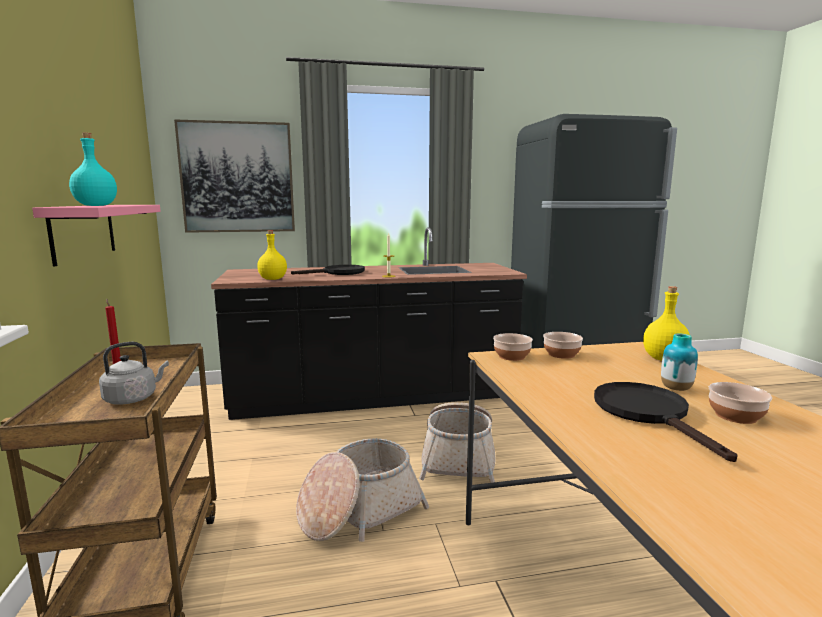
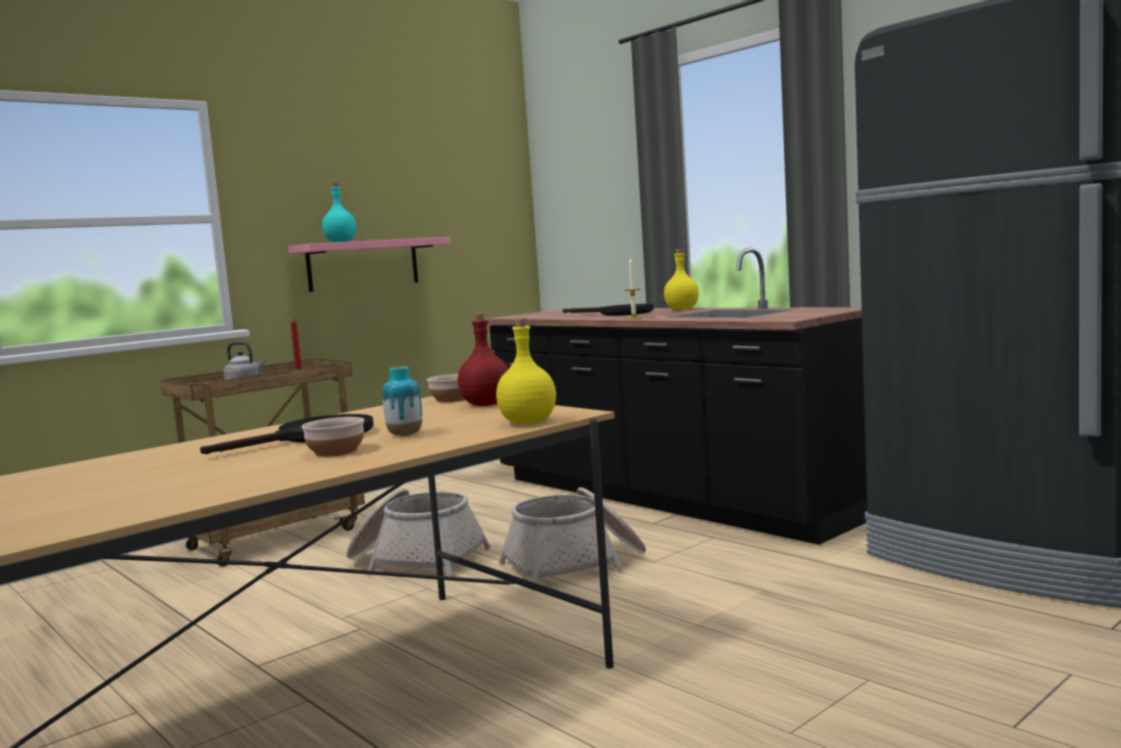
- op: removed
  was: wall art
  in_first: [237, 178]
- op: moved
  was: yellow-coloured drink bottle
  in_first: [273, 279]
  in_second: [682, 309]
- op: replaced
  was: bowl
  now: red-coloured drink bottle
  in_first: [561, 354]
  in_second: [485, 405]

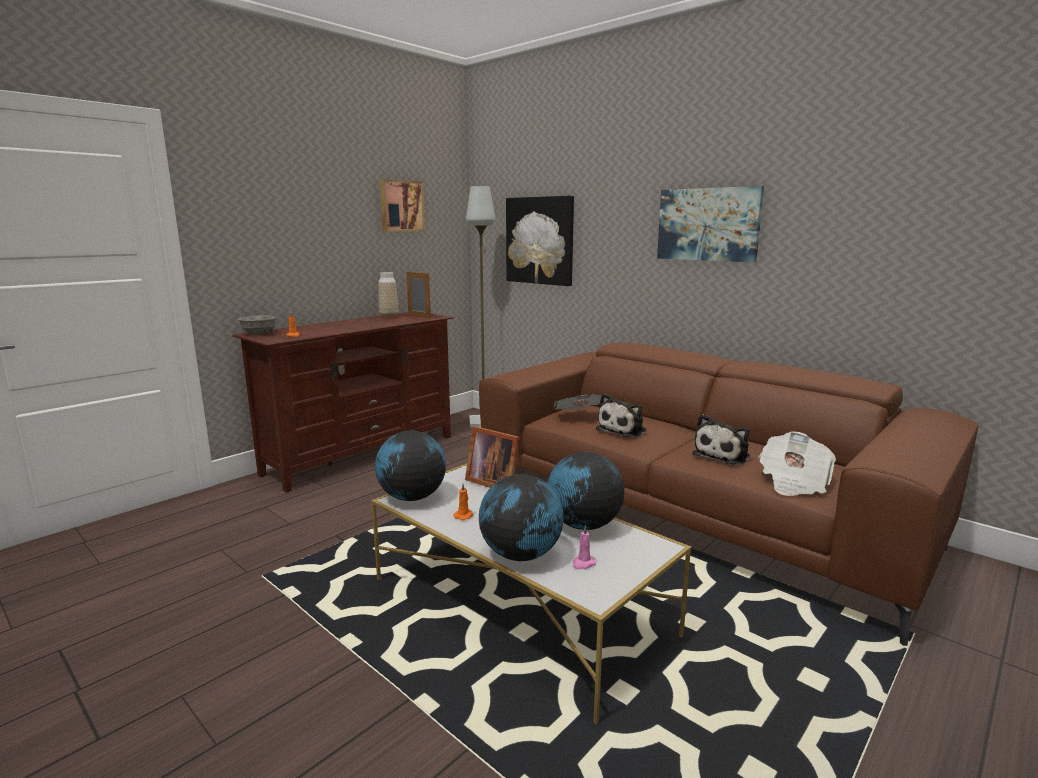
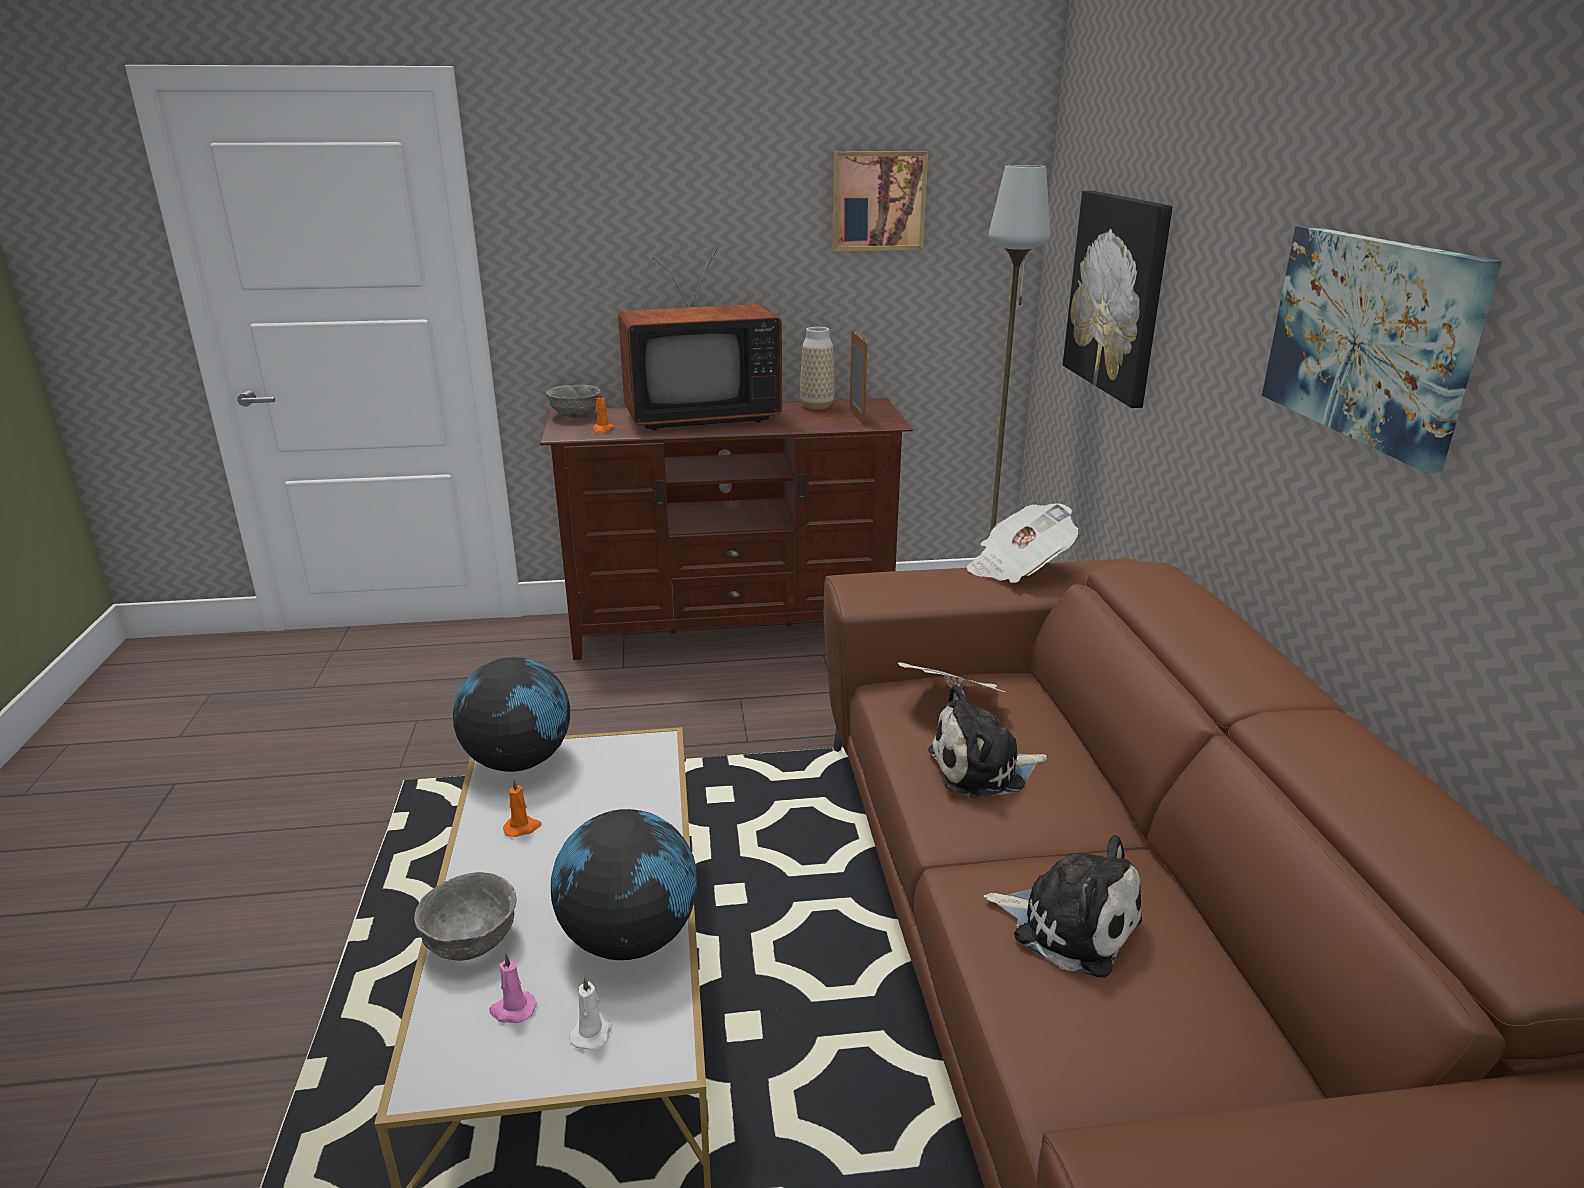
- op: turned
  was: plush toy
  in_first: [723, 455]
  in_second: [1069, 924]
  clockwise: -135
- op: removed
  was: photo frame
  in_first: [492, 482]
- op: moved
  was: newspaper
  in_first: [793, 482]
  in_second: [1018, 568]
- op: replaced
  was: desk globe
  now: grey bowl
  in_first: [521, 555]
  in_second: [472, 941]
- op: added
  now: TV set
  in_second: [698, 416]
- op: added
  now: whitish wax light
  in_second: [592, 1032]

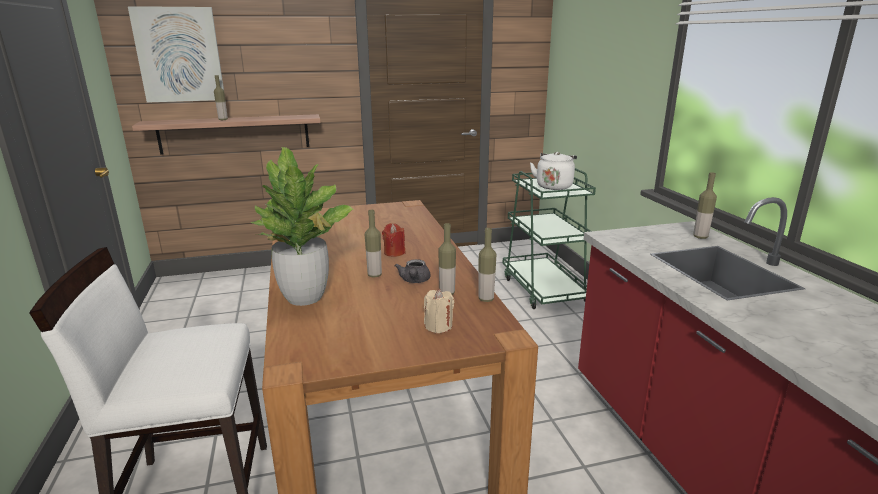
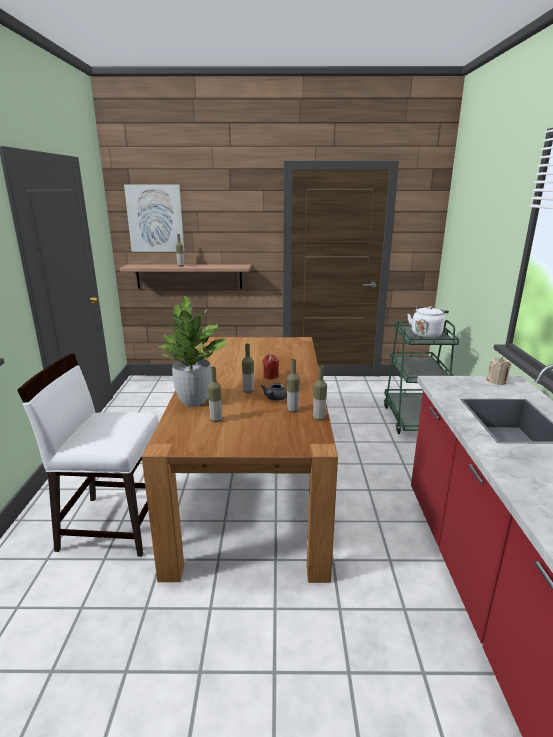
- op: moved
  was: drink bottle
  in_first: [700, 237]
  in_second: [216, 420]
- op: moved
  was: sand-coloured wax light
  in_first: [438, 326]
  in_second: [496, 381]

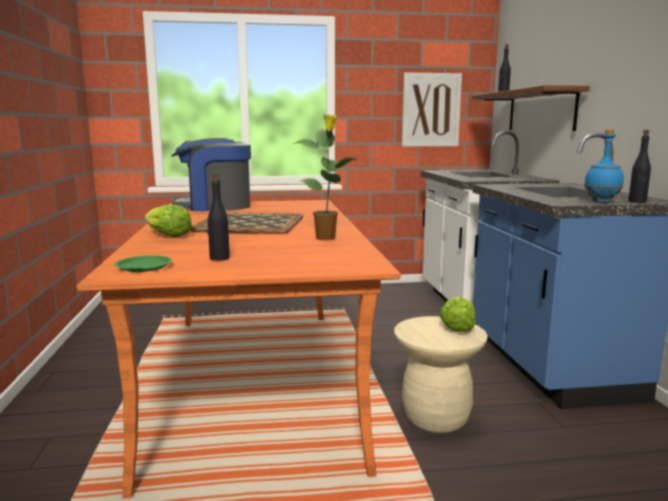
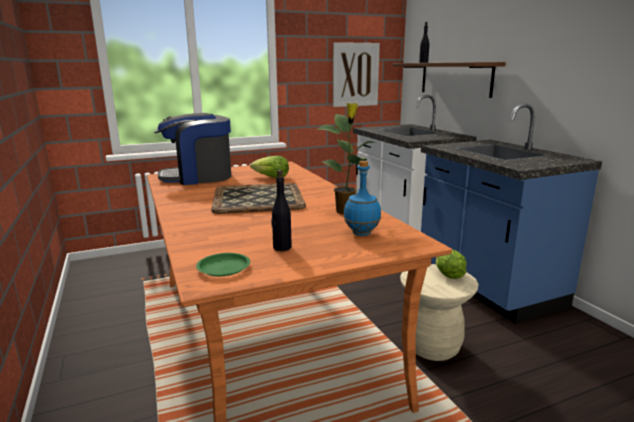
- op: moved
  was: bluish drink bottle
  in_first: [601, 201]
  in_second: [361, 233]
- op: removed
  was: black drink bottle
  in_first: [637, 201]
- op: moved
  was: head of lettuce
  in_first: [167, 236]
  in_second: [271, 177]

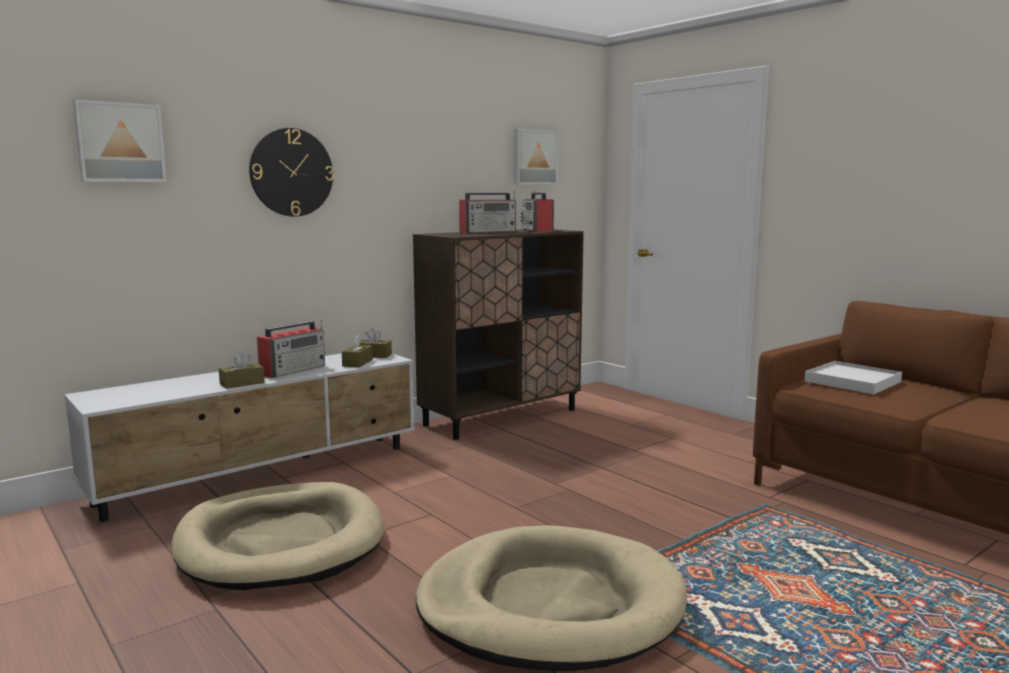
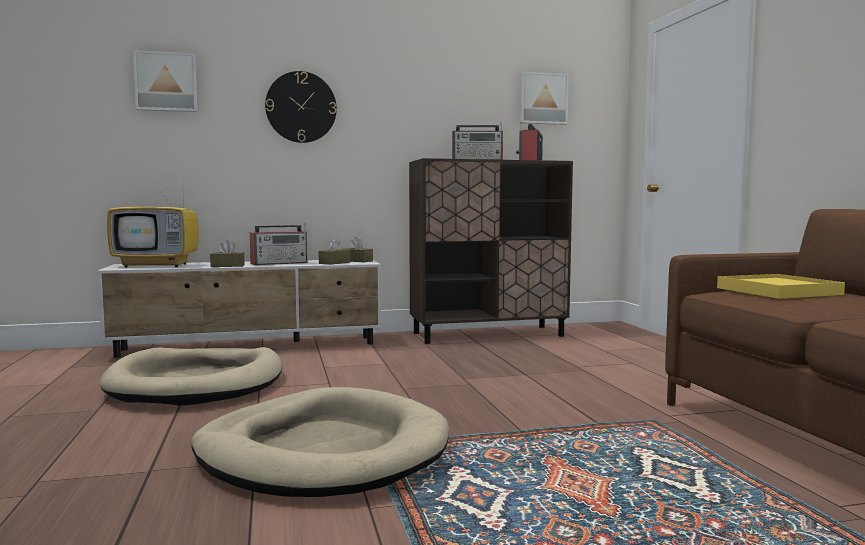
- op: recoloured
  was: whitish tray
  now: yellow-coloured tray
  in_first: [853, 381]
  in_second: [778, 291]
- op: added
  now: TV set
  in_second: [158, 265]

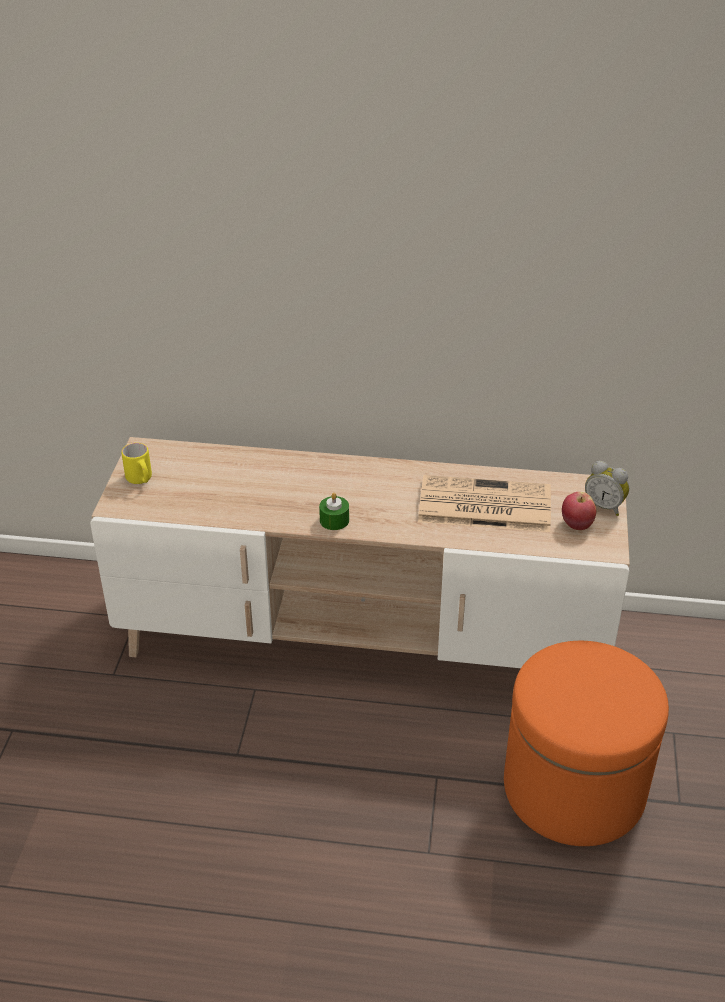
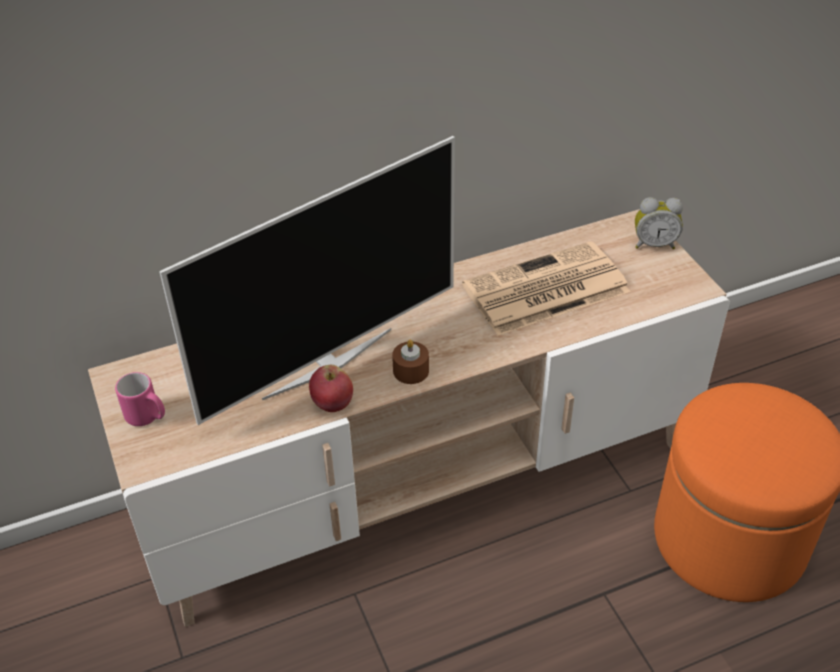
- op: recoloured
  was: yellow-coloured coffee mug
  now: pinkish coffee mug
  in_first: [141, 480]
  in_second: [147, 417]
- op: moved
  was: whole apple
  in_first: [577, 524]
  in_second: [332, 404]
- op: recoloured
  was: greenish wax light
  now: brown wax light
  in_first: [334, 520]
  in_second: [411, 371]
- op: added
  now: TV set
  in_second: [327, 362]

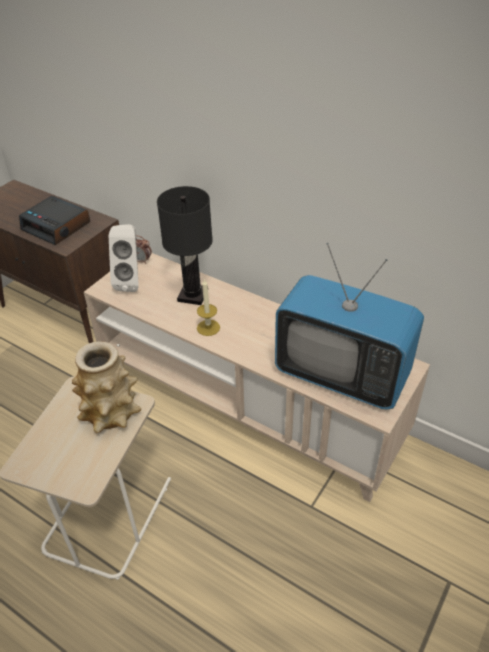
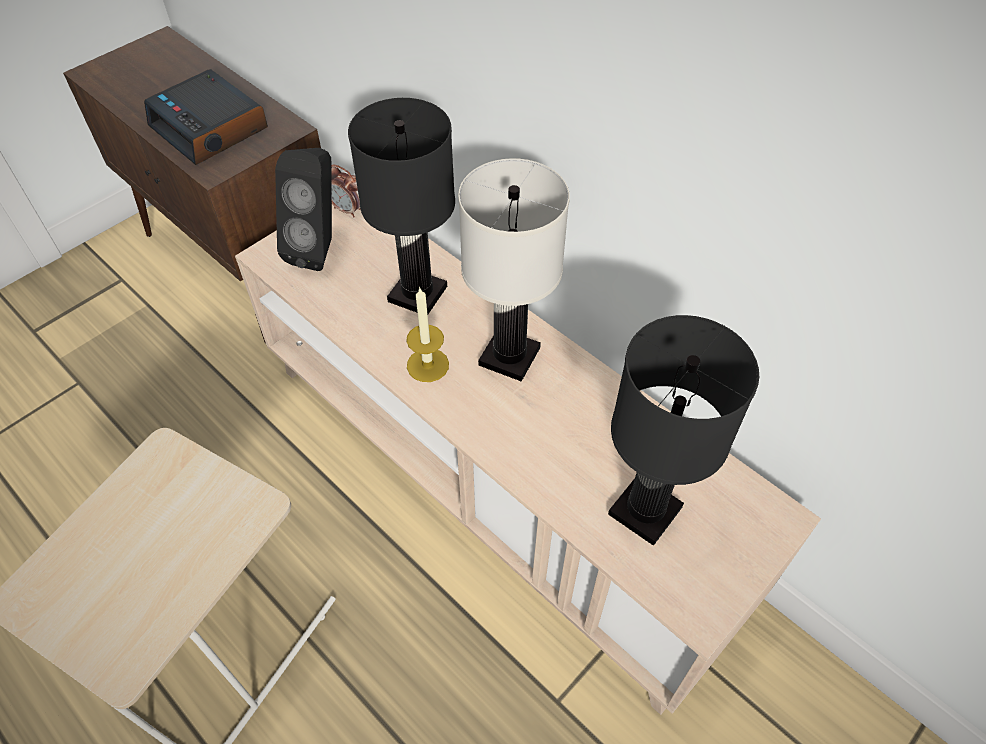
- op: recoloured
  was: whitish speaker
  now: black speaker
  in_first: [131, 282]
  in_second: [320, 249]
- op: replaced
  was: TV set
  now: black table lamp
  in_first: [342, 375]
  in_second: [646, 510]
- op: removed
  was: vase
  in_first: [111, 413]
- op: added
  now: whitish table lamp
  in_second: [510, 357]

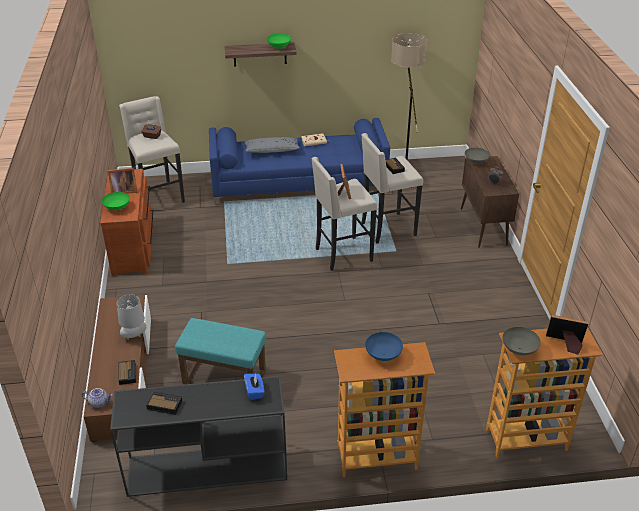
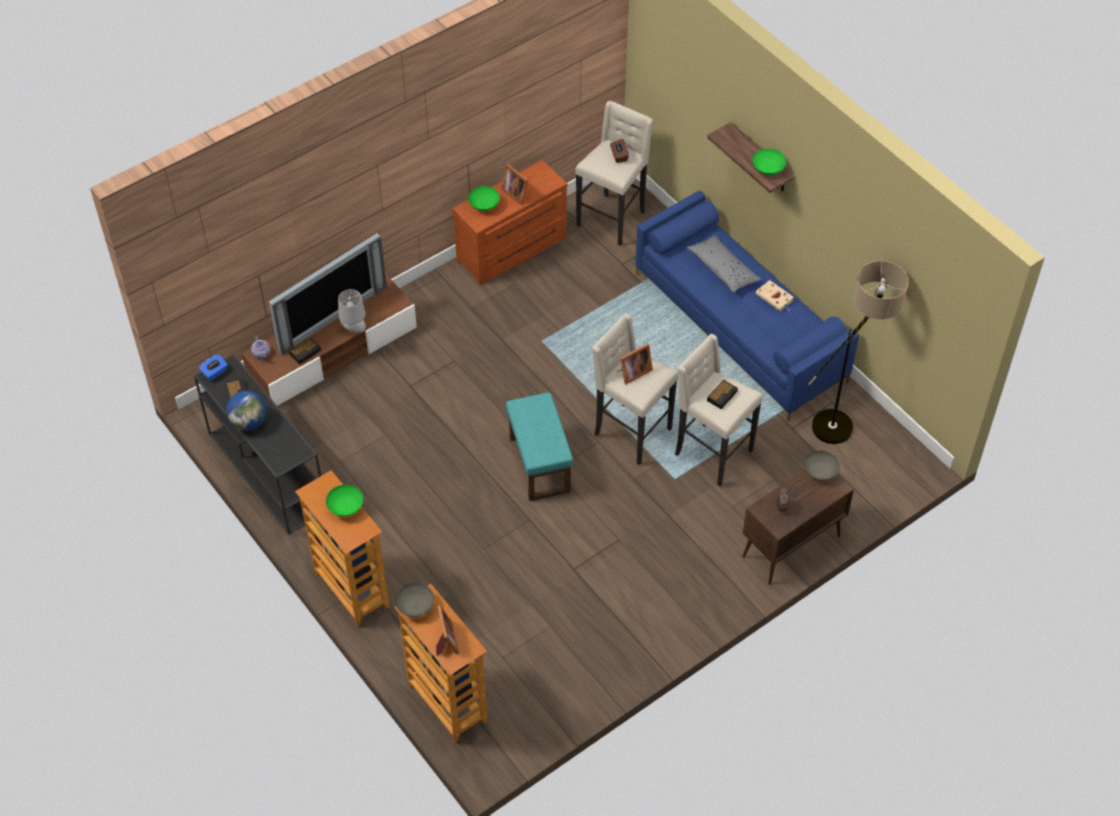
- op: moved
  was: turquoise-coloured footrest
  in_first: [223, 377]
  in_second: [538, 463]
- op: recoloured
  was: bluish bowl
  now: greenish bowl
  in_first: [382, 355]
  in_second: [345, 507]
- op: moved
  was: bluish tissue holder
  in_first: [254, 391]
  in_second: [215, 372]
- op: added
  now: TV set
  in_second: [330, 316]
- op: added
  now: desk globe
  in_second: [249, 422]

